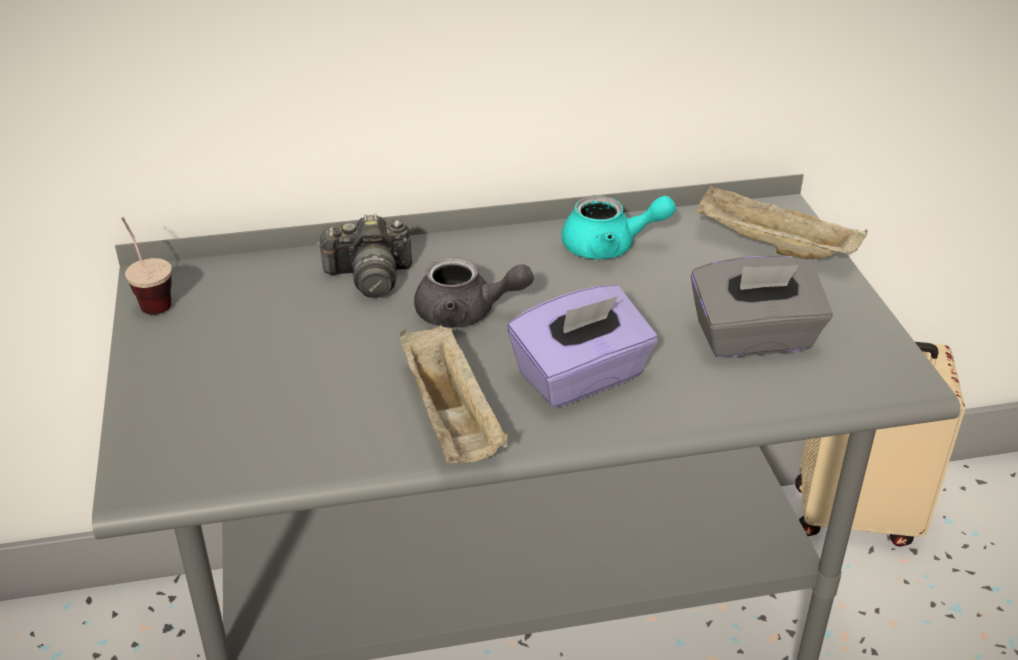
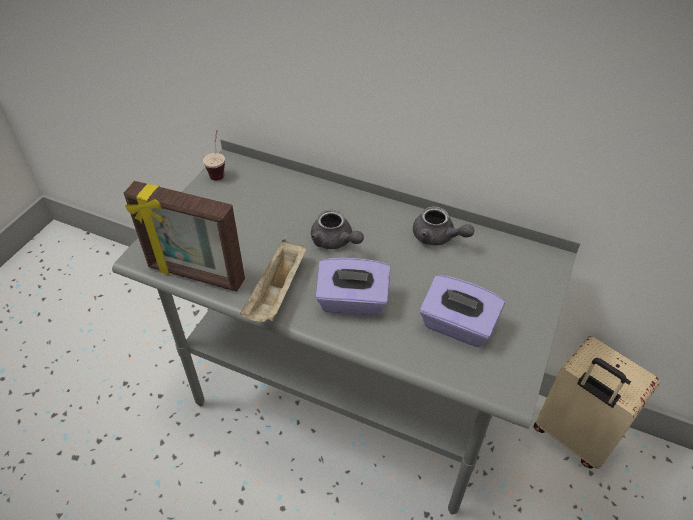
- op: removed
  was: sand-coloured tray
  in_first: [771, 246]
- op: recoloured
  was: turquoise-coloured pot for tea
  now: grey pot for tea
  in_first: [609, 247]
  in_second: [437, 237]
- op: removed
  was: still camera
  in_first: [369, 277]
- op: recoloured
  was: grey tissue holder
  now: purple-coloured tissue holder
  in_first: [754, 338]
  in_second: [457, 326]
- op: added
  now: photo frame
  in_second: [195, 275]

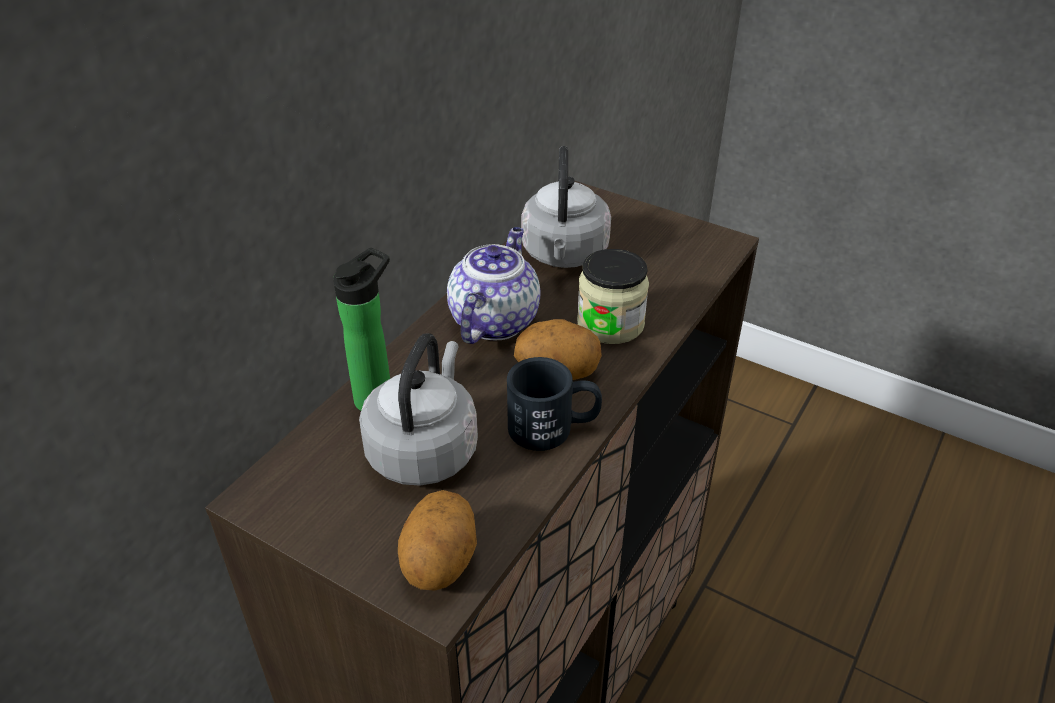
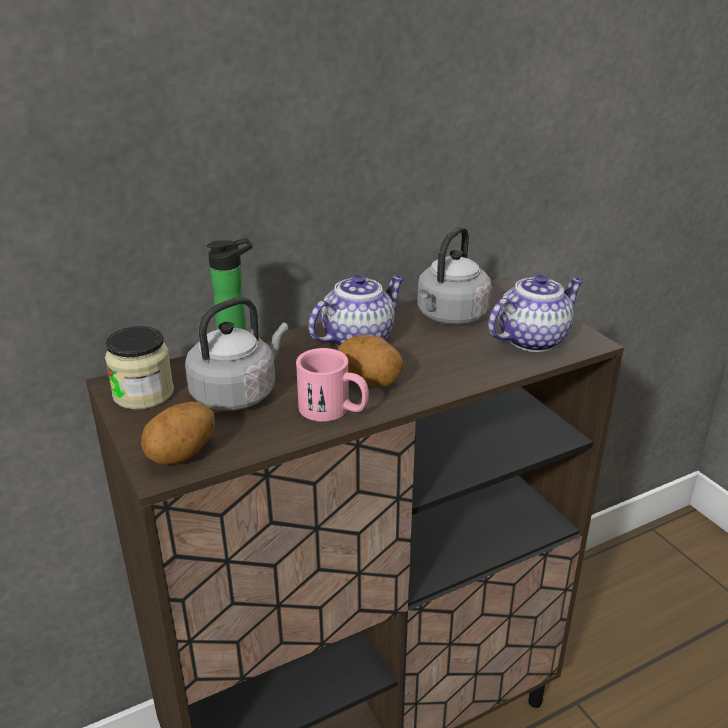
- op: moved
  was: jar
  in_first: [610, 324]
  in_second: [143, 394]
- op: recoloured
  was: black coffee mug
  now: pinkish coffee mug
  in_first: [553, 427]
  in_second: [334, 410]
- op: added
  now: pot for tea
  in_second: [533, 339]

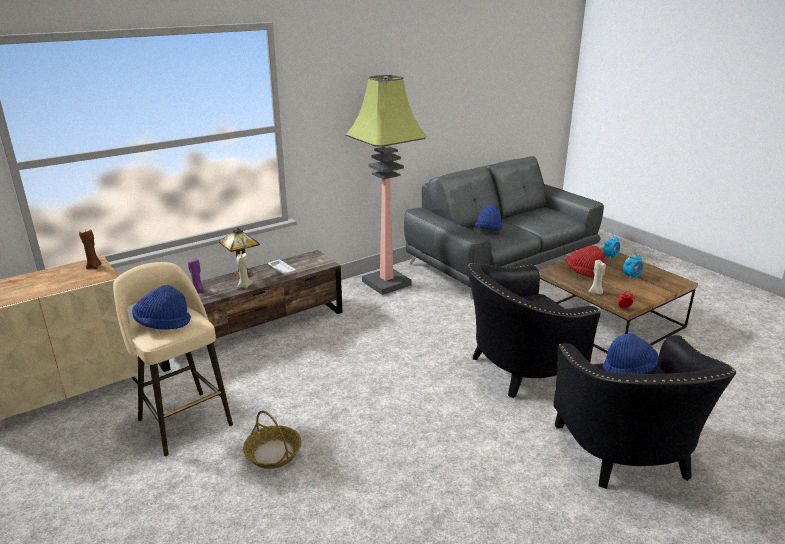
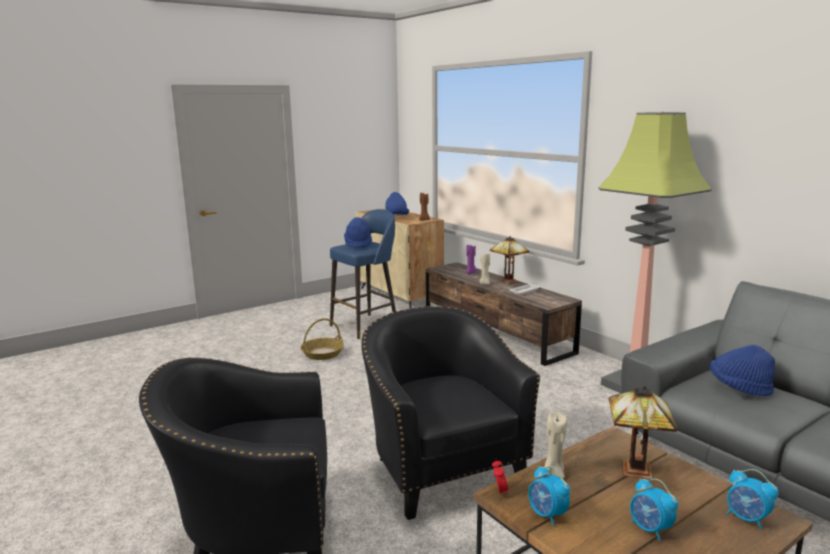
- op: replaced
  was: red-coloured wearable hat
  now: table lamp
  in_first: [583, 273]
  in_second: [634, 471]
- op: recoloured
  was: sand-coloured sitting stool
  now: bluish sitting stool
  in_first: [184, 421]
  in_second: [366, 326]
- op: moved
  was: bluish wearable hat
  in_first: [628, 369]
  in_second: [396, 217]
- op: added
  now: bedside clock
  in_second: [547, 515]

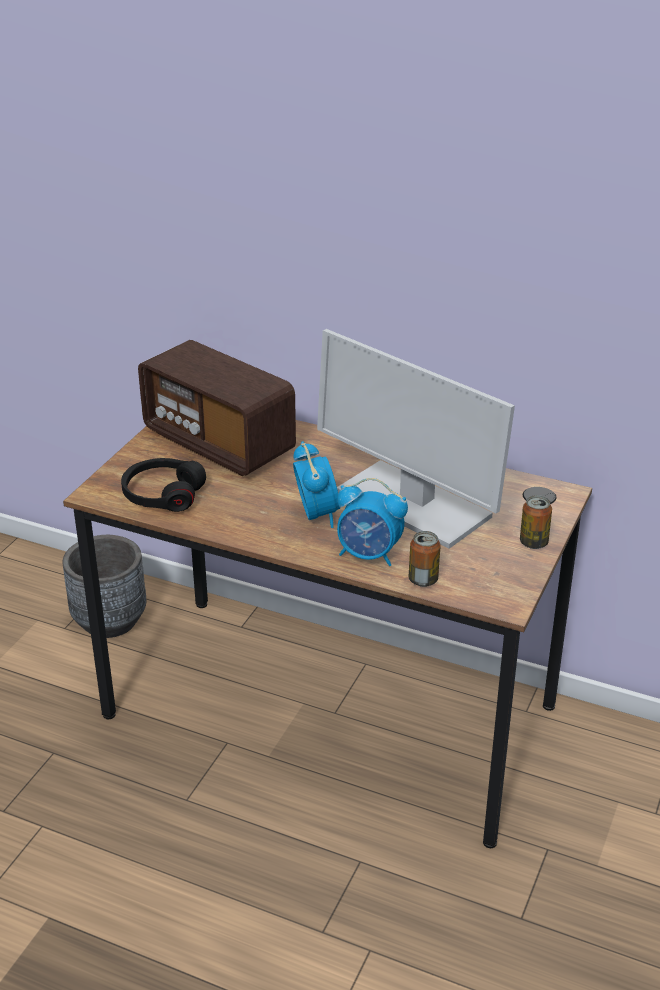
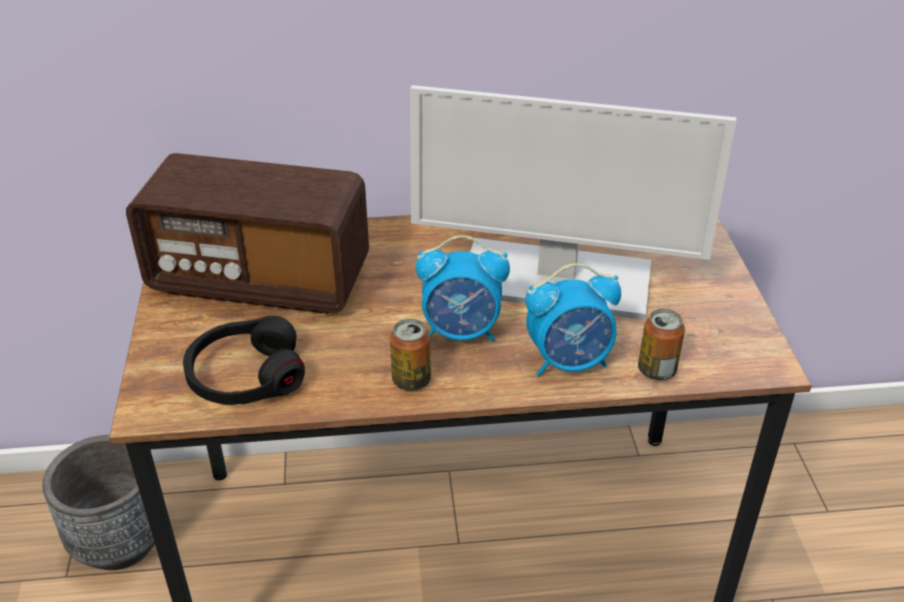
- op: turned
  was: bedside clock
  in_first: [316, 514]
  in_second: [462, 332]
  clockwise: 135
- op: moved
  was: metal can
  in_first: [533, 542]
  in_second: [411, 380]

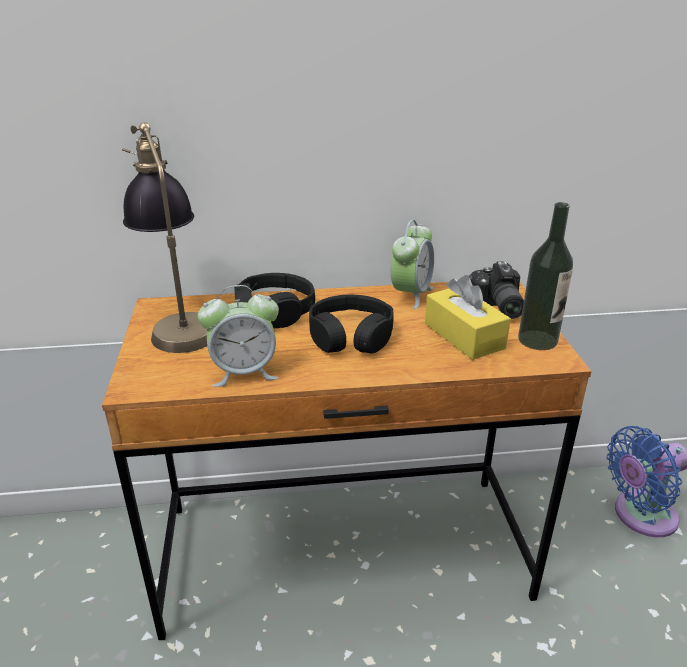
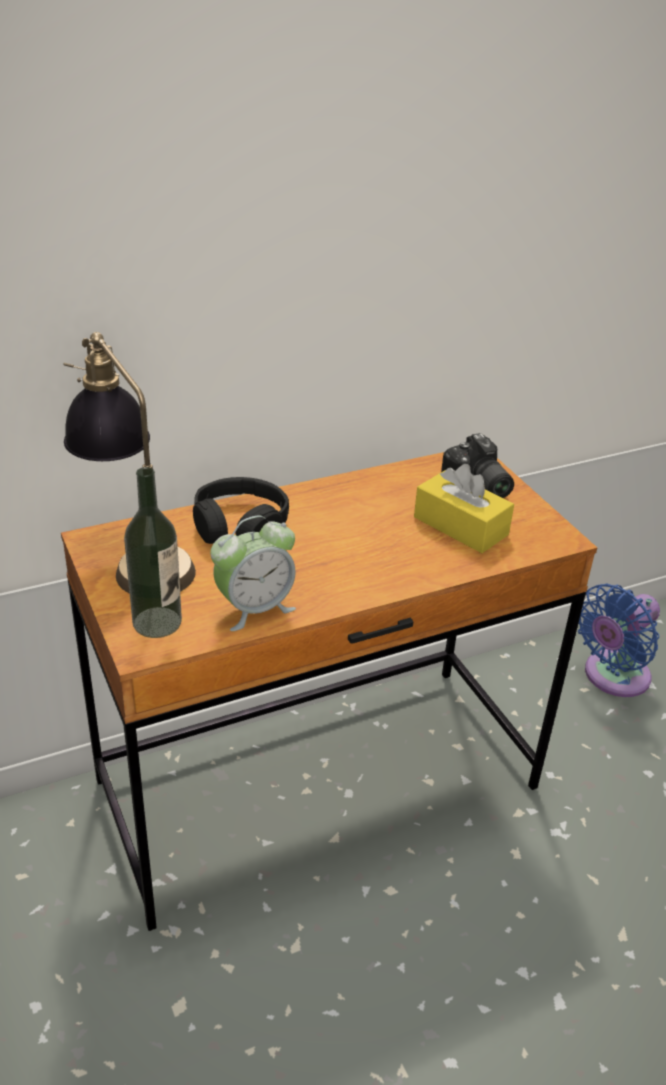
- op: moved
  was: drink bottle
  in_first: [537, 340]
  in_second: [157, 622]
- op: removed
  was: bedside clock
  in_first: [411, 294]
- op: removed
  was: black headset
  in_first: [350, 336]

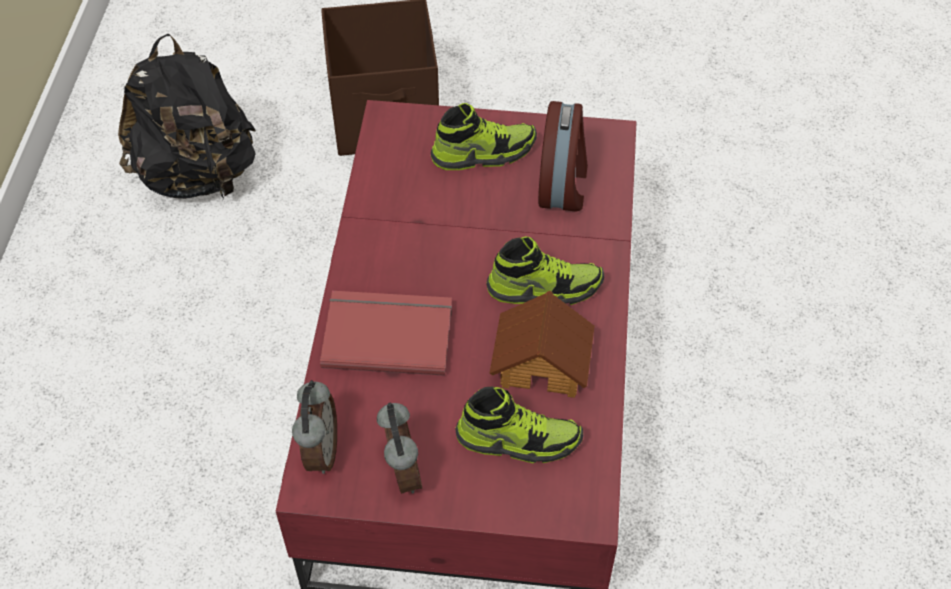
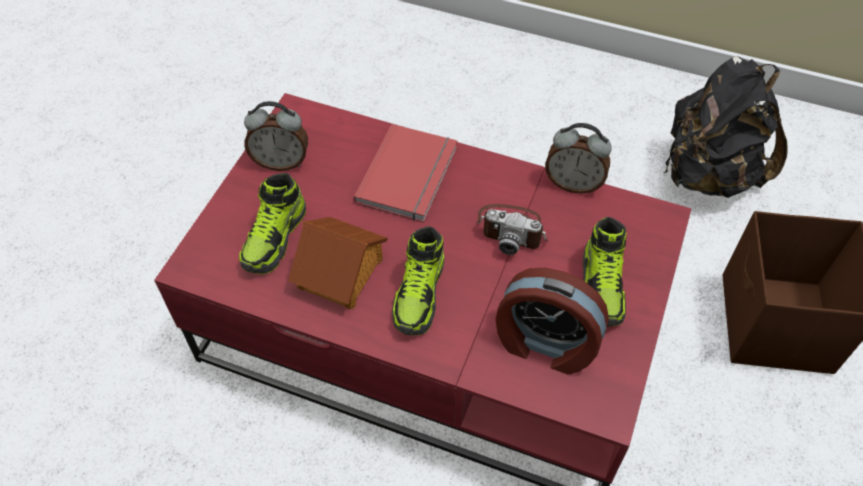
- op: moved
  was: bedside clock
  in_first: [319, 451]
  in_second: [573, 183]
- op: added
  now: still camera
  in_second: [512, 229]

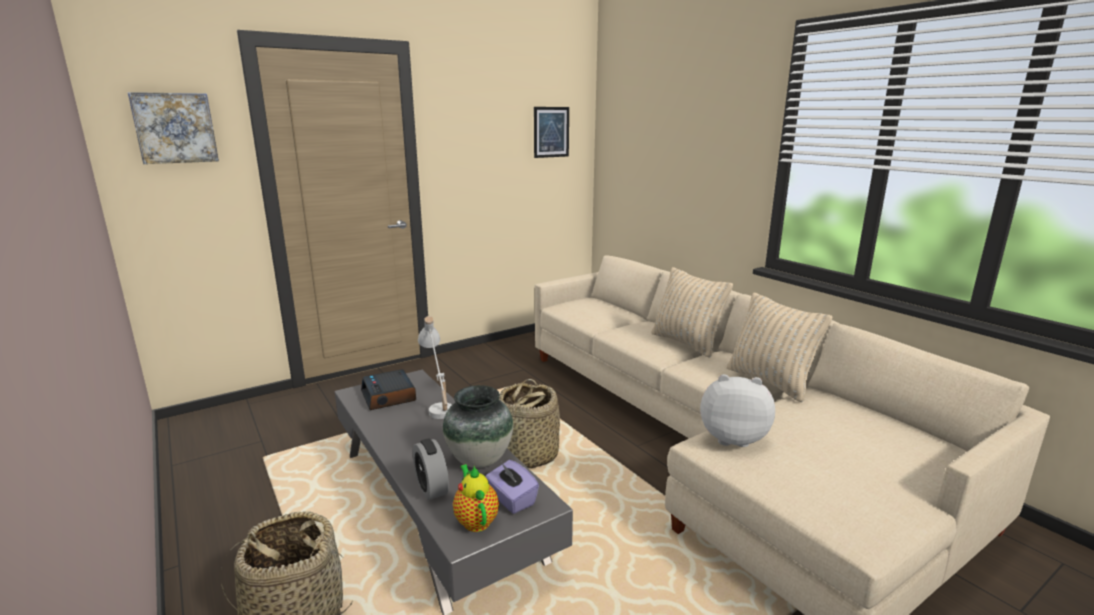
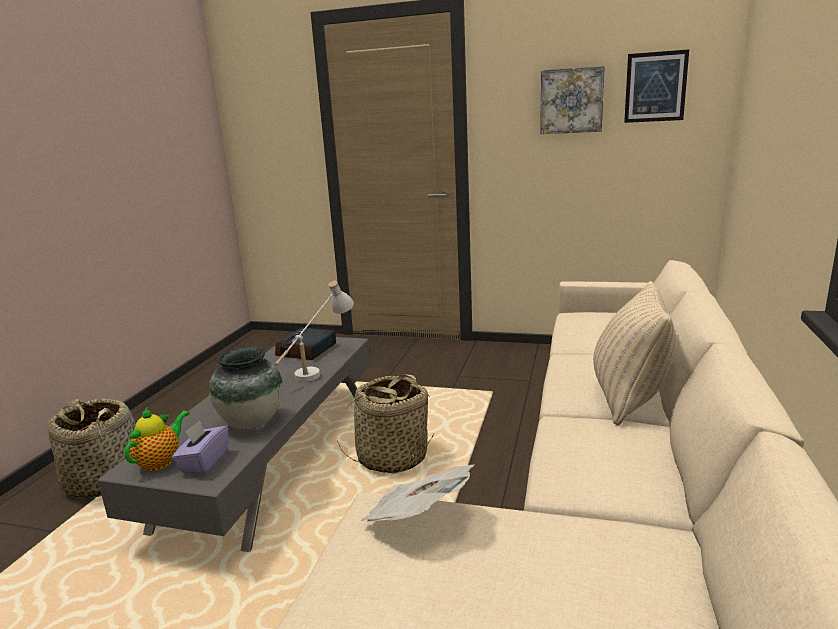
- op: moved
  was: wall art
  in_first: [175, 128]
  in_second: [571, 101]
- op: removed
  was: sand-coloured pillow
  in_first: [770, 382]
- op: replaced
  was: plush toy
  now: newspaper
  in_first: [732, 438]
  in_second: [418, 519]
- op: removed
  was: bedside clock
  in_first: [431, 487]

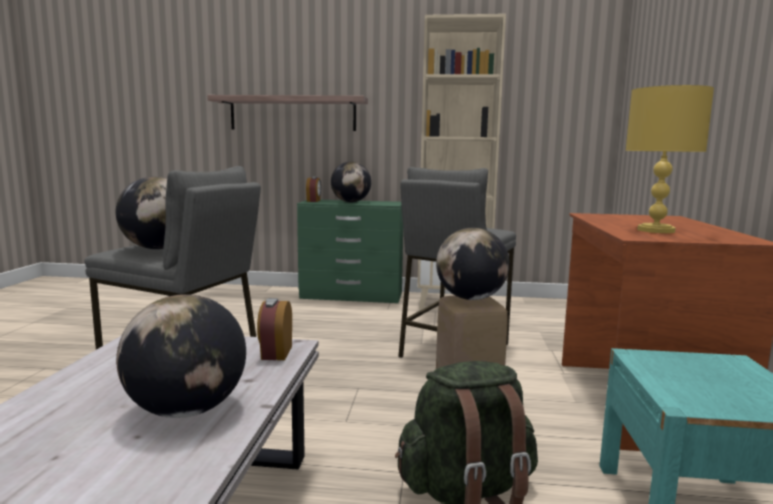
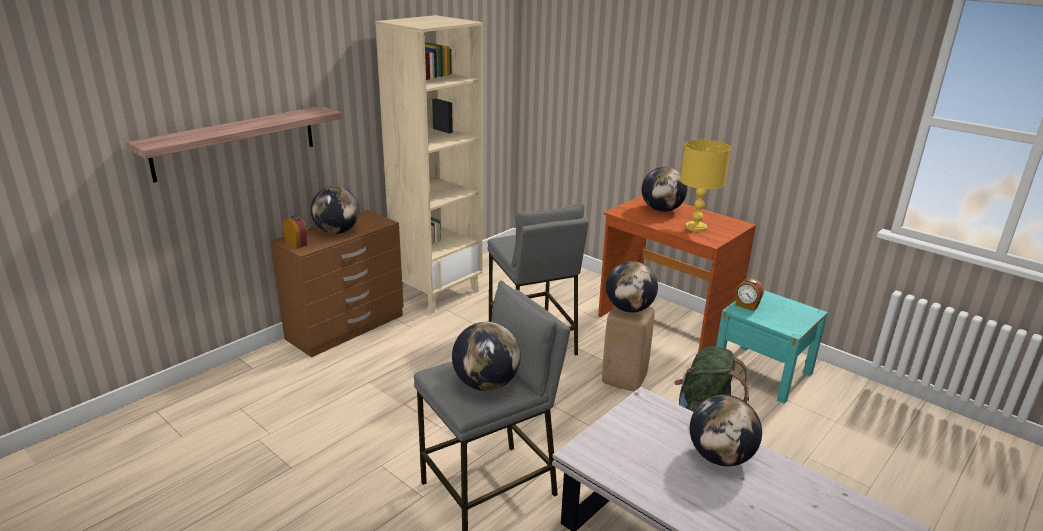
- op: recoloured
  was: greenish dresser
  now: brown dresser
  in_first: [352, 295]
  in_second: [347, 327]
- op: moved
  was: bedside clock
  in_first: [275, 353]
  in_second: [746, 306]
- op: added
  now: desk globe
  in_second: [661, 210]

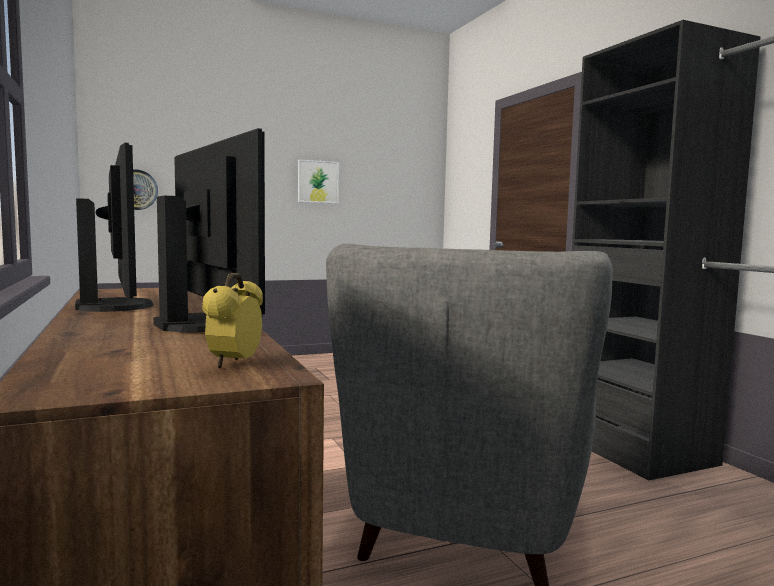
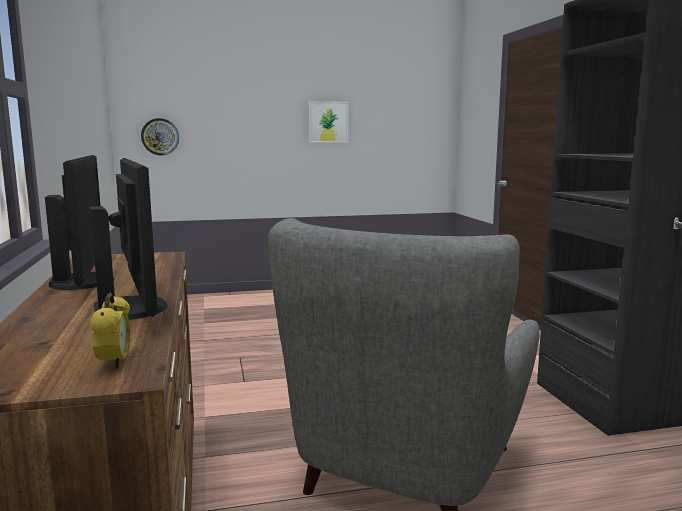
- op: turned
  was: bedside clock
  in_first: [234, 364]
  in_second: [114, 363]
  clockwise: 150

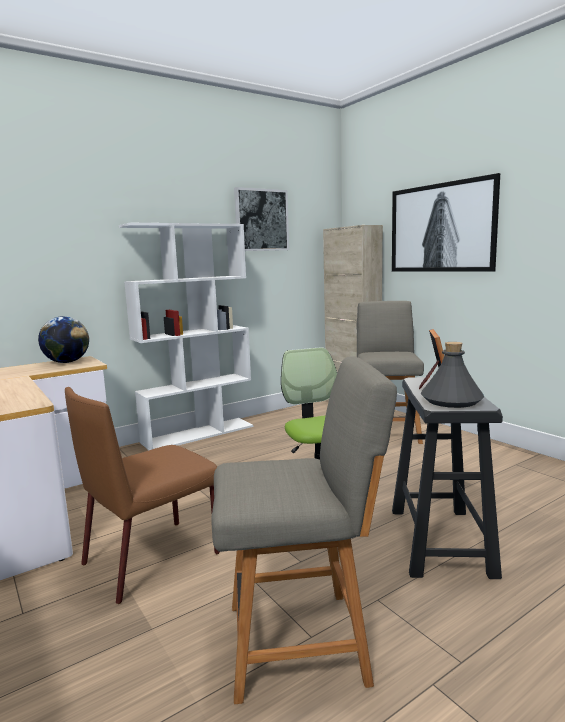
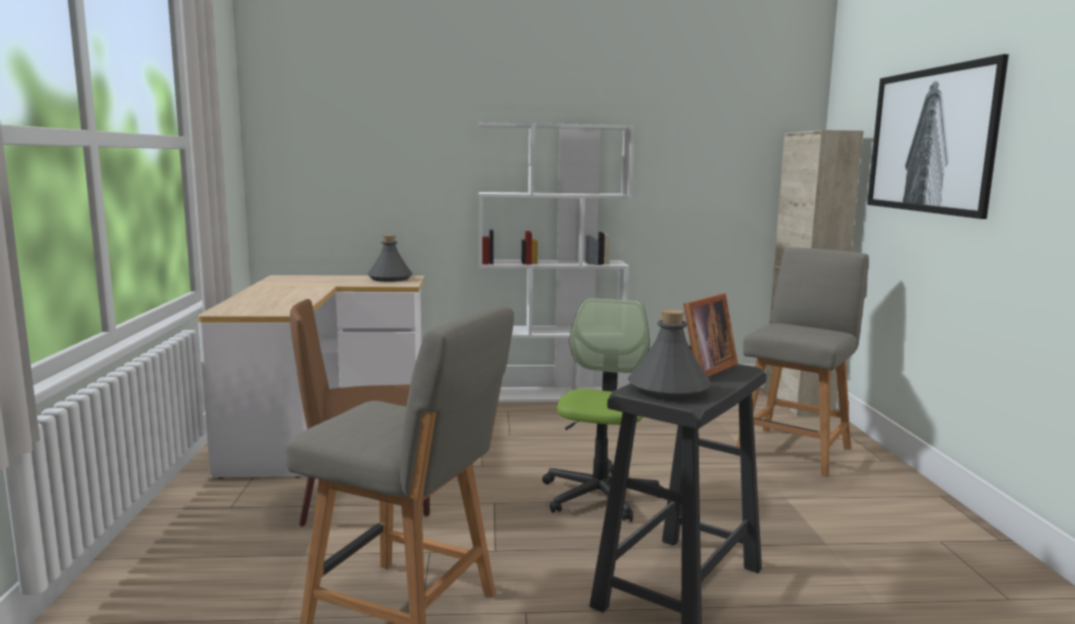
- op: removed
  was: wall art
  in_first: [261, 220]
- op: replaced
  was: desk globe
  now: grey drink bottle
  in_first: [67, 362]
  in_second: [390, 278]

